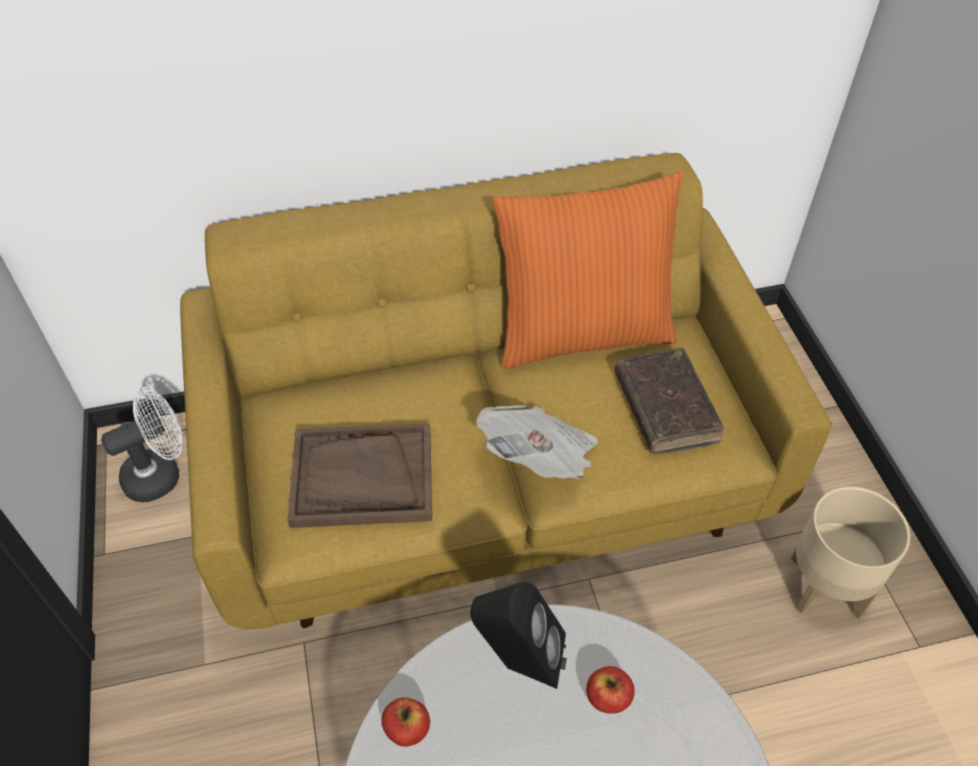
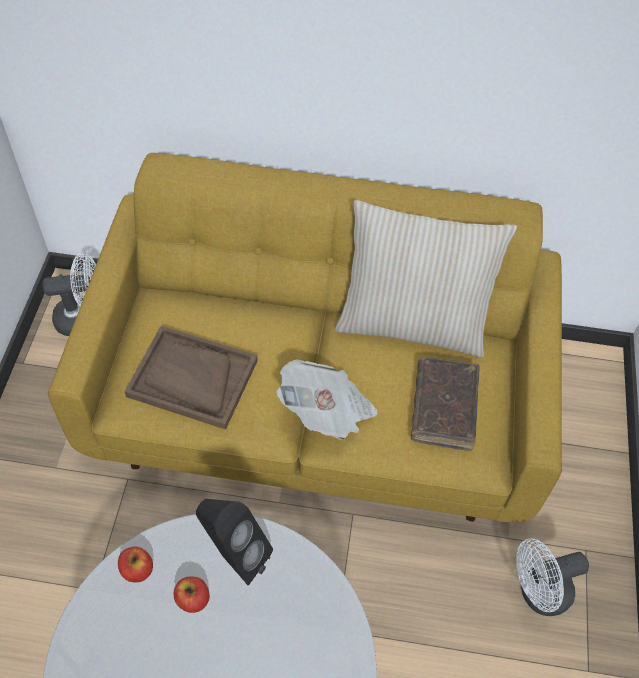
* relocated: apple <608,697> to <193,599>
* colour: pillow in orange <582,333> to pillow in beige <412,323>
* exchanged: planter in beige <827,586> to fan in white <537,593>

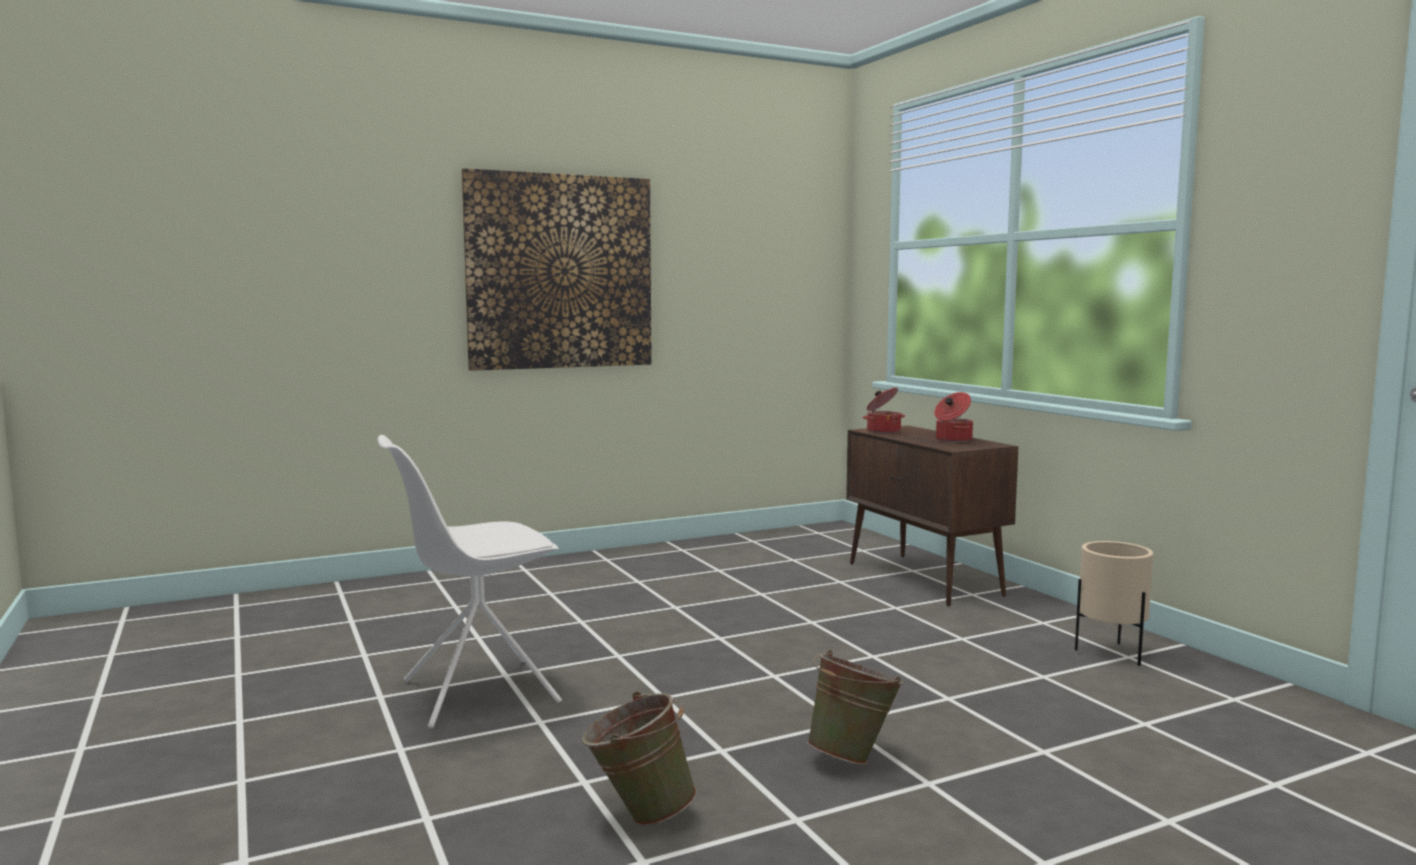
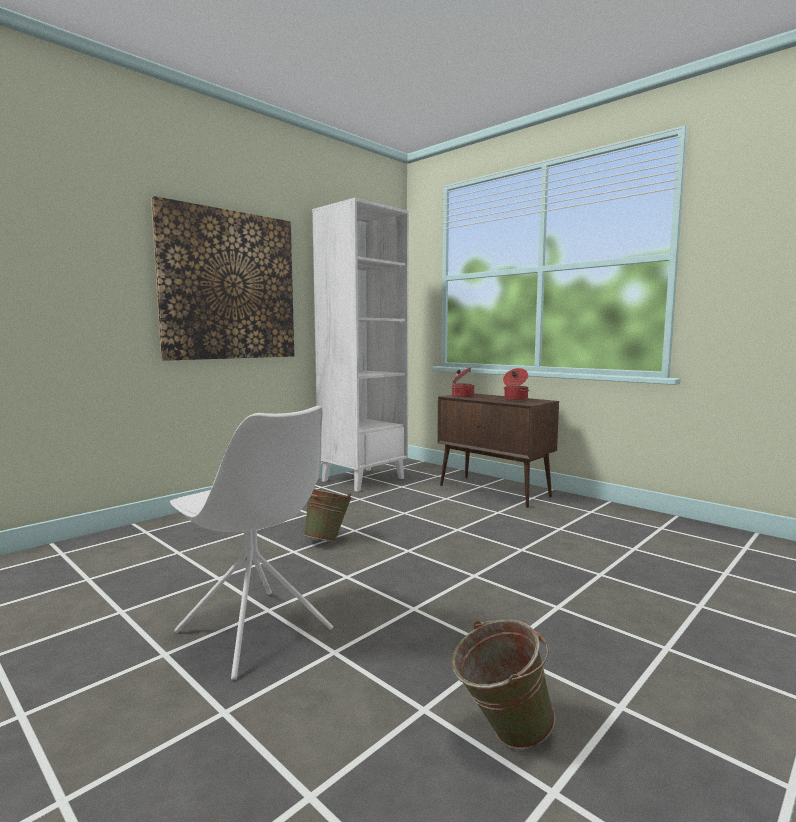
* spun: chair in white <477,692> = <255,632> 90 degrees counterclockwise
* relocated: bucket in green <853,757> to <328,540>
* appeared: bookcase in white <363,479>
* missing: planter in beige <1111,654>

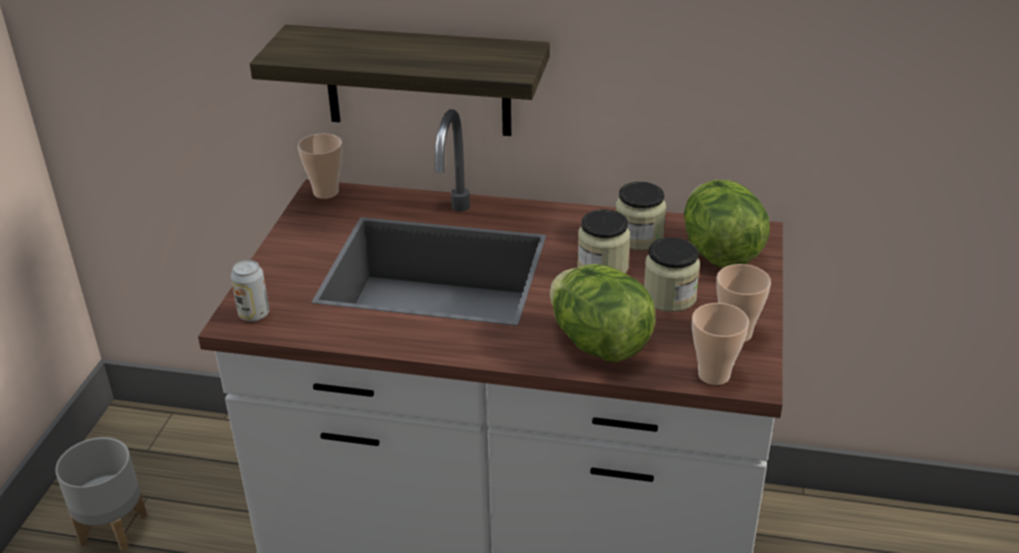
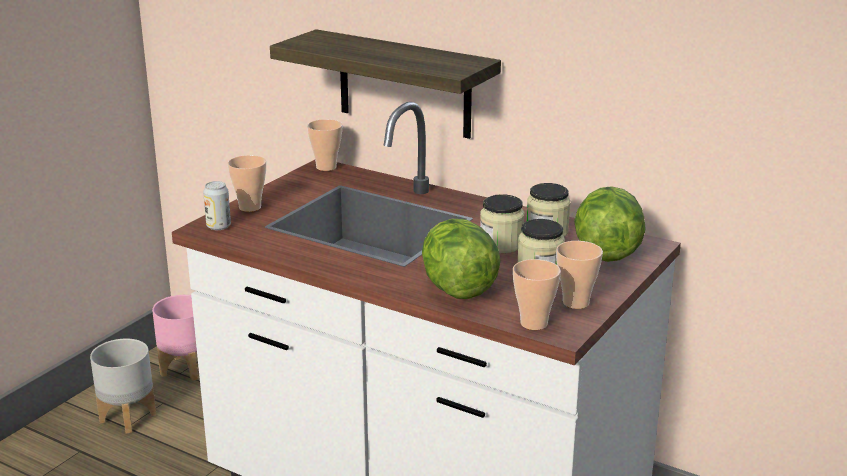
* appeared: planter in pink <186,368>
* appeared: cup <250,207>

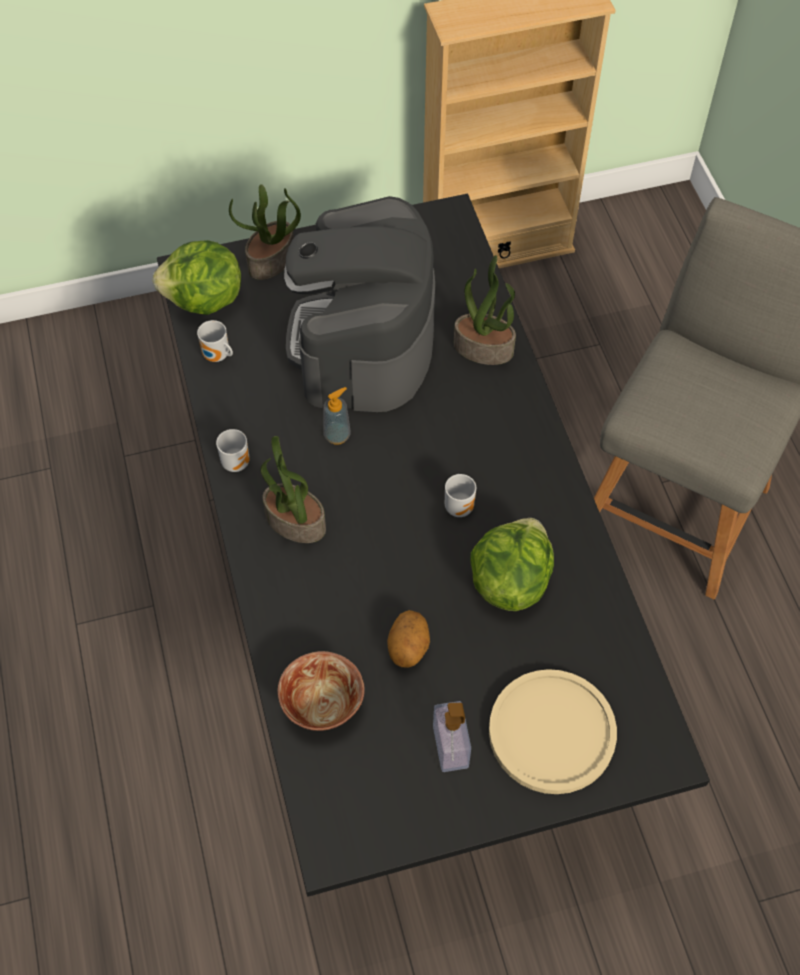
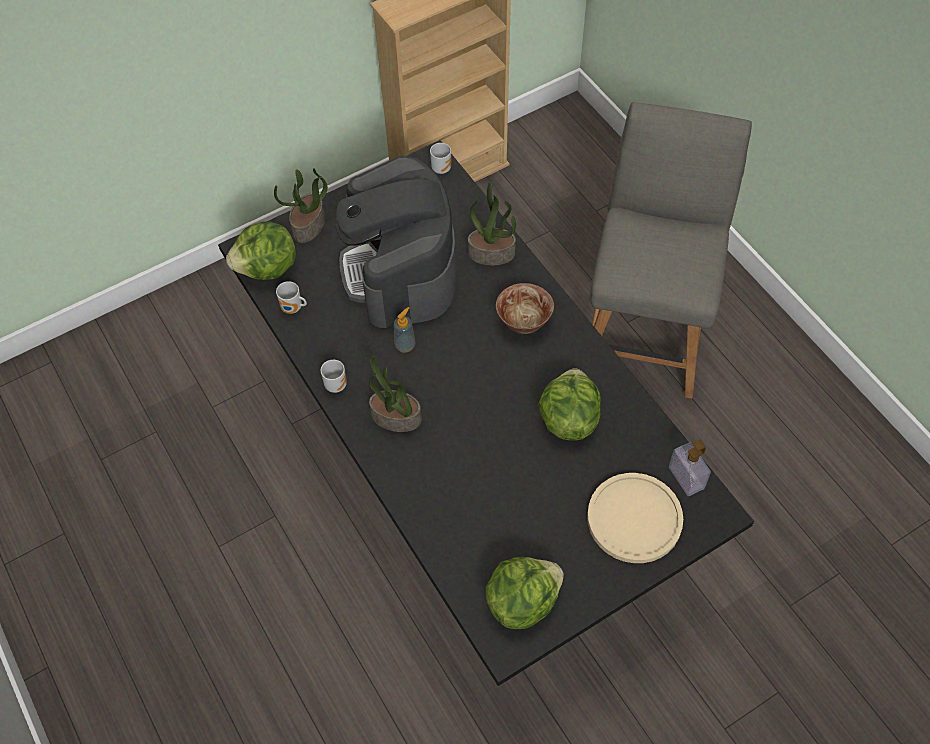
* relocated: mug <460,506> to <441,168>
* appeared: lettuce <521,601>
* relocated: bowl <322,706> to <523,322>
* relocated: soap dispenser <450,746> to <686,478>
* missing: potato <409,648>

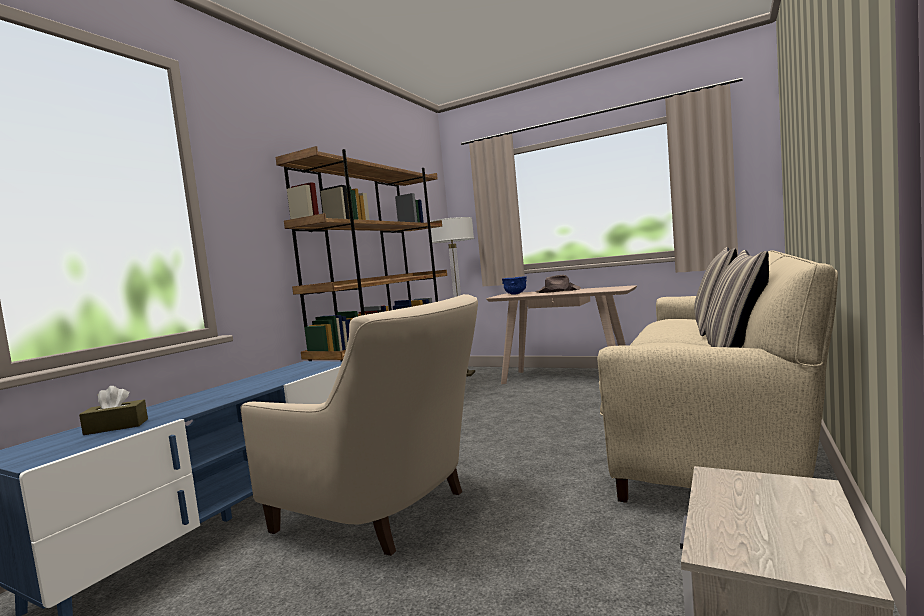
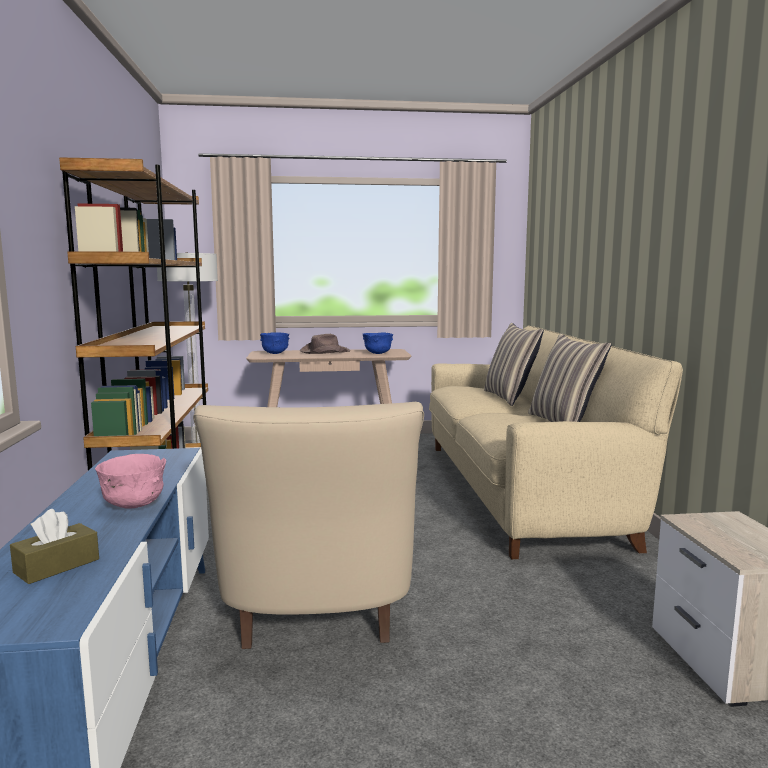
* appeared: bowl in pink <134,506>
* spun: armchair in beige <388,511> = <317,613> 90 degrees clockwise
* appeared: bowl in blue <377,353>

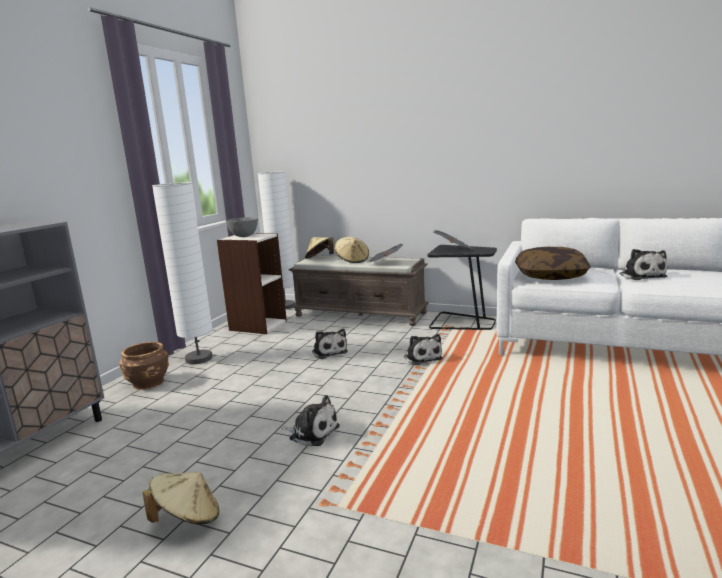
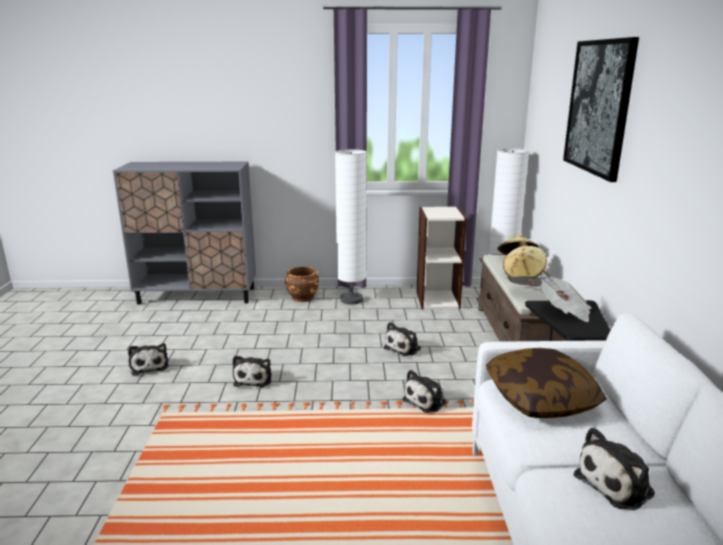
* exchanged: hat in beige <188,518> to plush toy <149,366>
* appeared: picture <598,107>
* missing: bowl in grey <244,236>

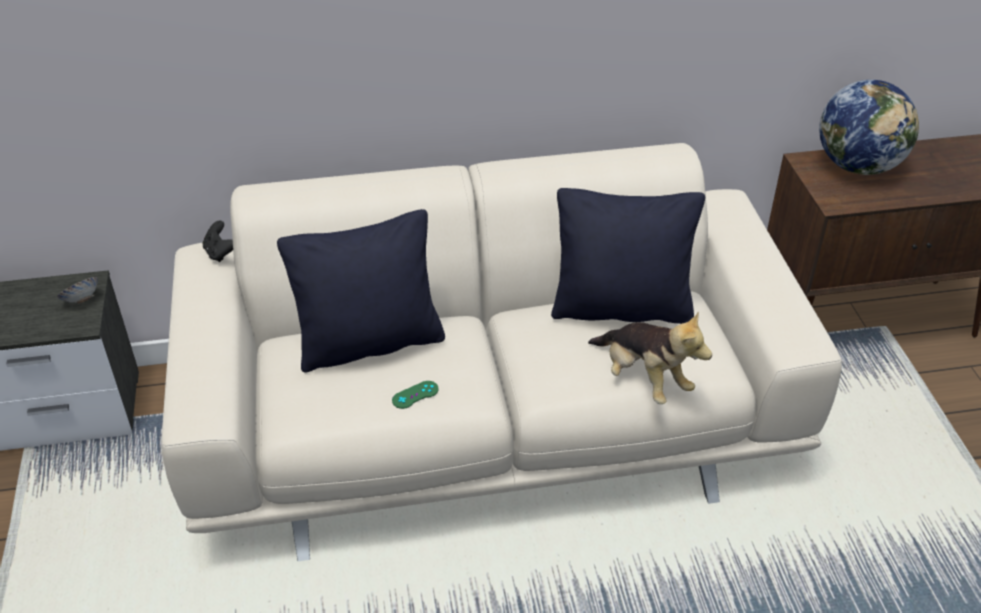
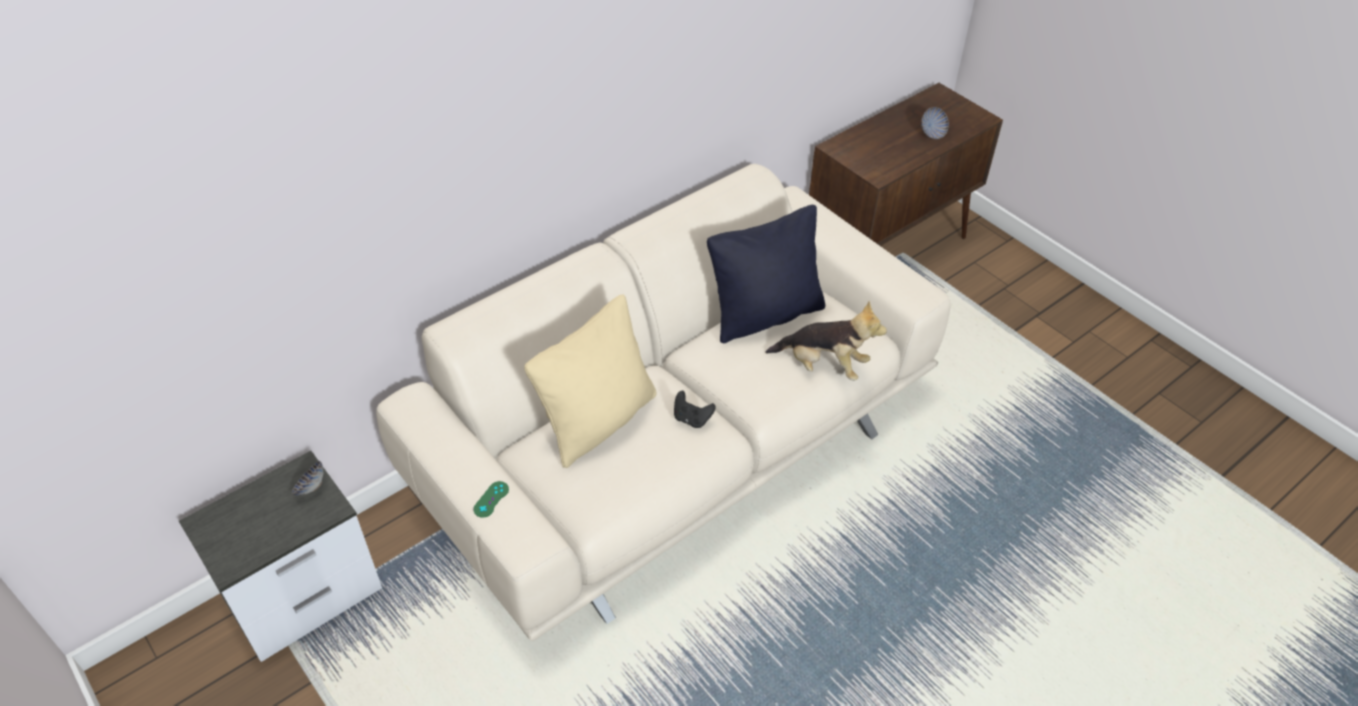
* relocated: game controller in green <415,395> to <491,499>
* colour: pillow in black <370,343> to pillow in beige <598,421>
* relocated: game controller in black <220,253> to <692,419>
* appeared: bowl <932,133>
* missing: globe <858,166>

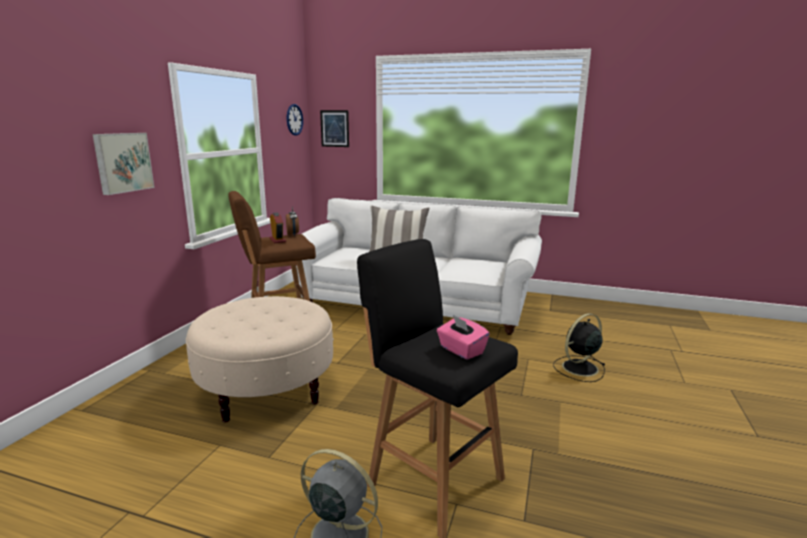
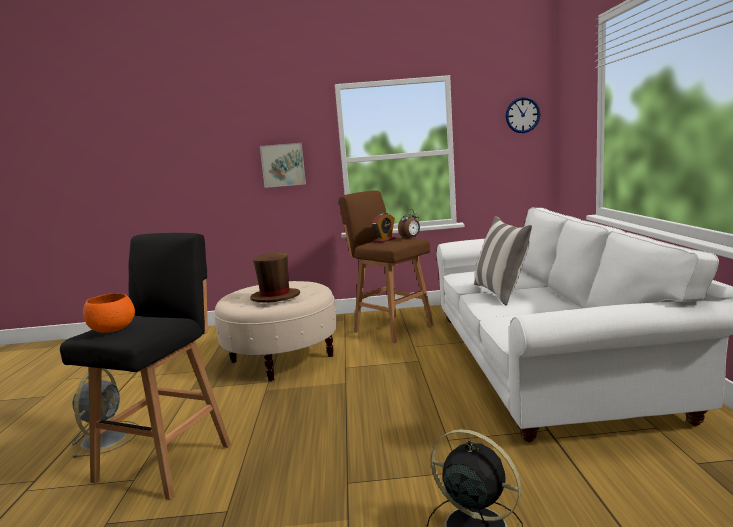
* exchanged: tissue box in pink <461,350> to bowl in orange <112,330>
* appeared: hat in brown <275,297>
* missing: picture <334,128>

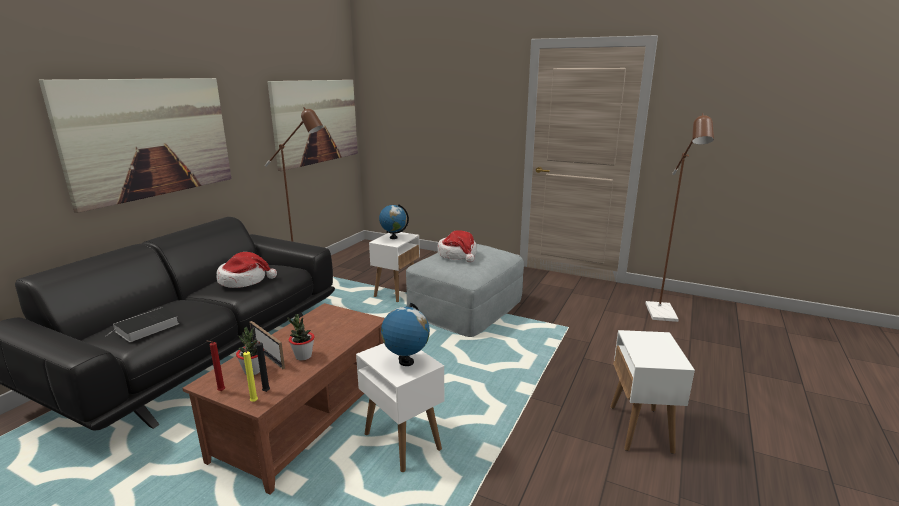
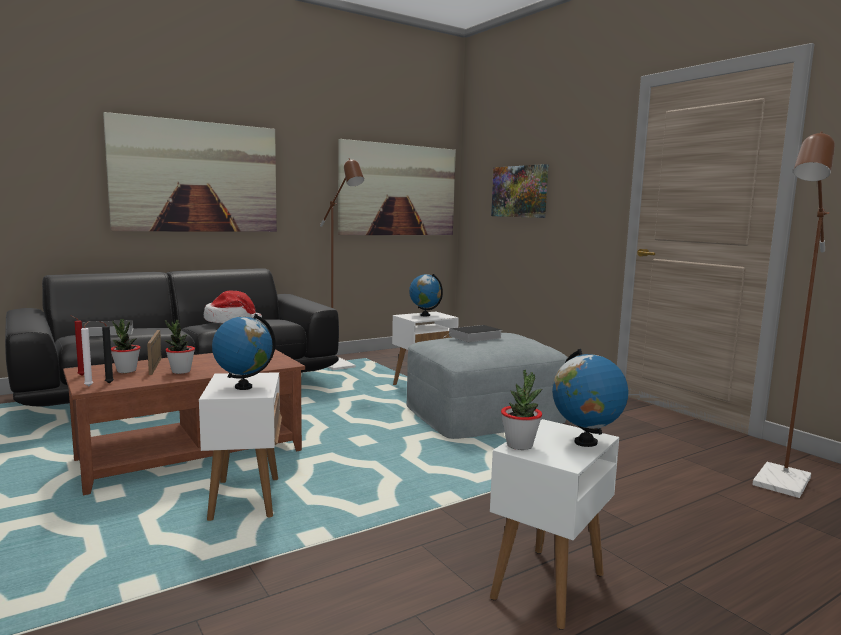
* colour: candle in yellow <254,401> to candle in white <90,386>
* exchanged: hat <458,255> to book <474,337>
* appeared: picture <519,191>
* appeared: potted plant <519,445>
* appeared: globe <585,442>

